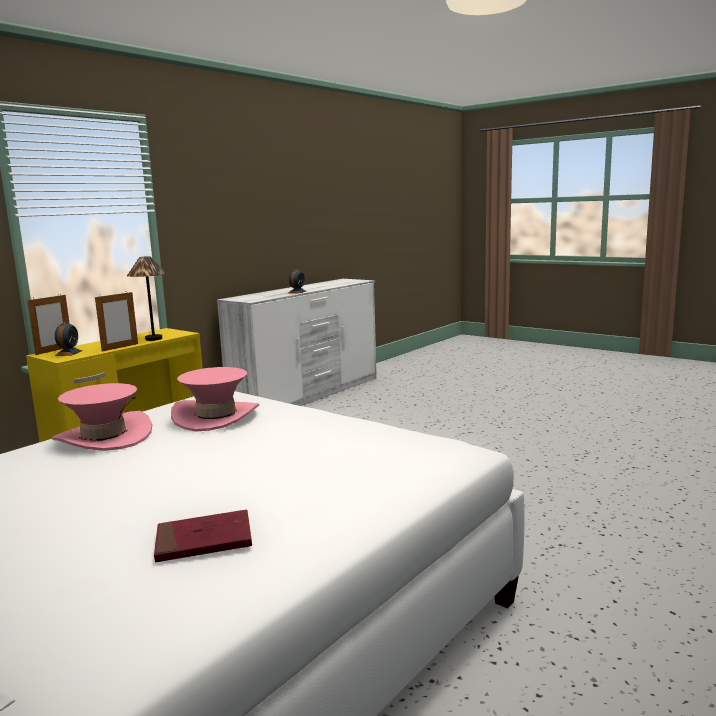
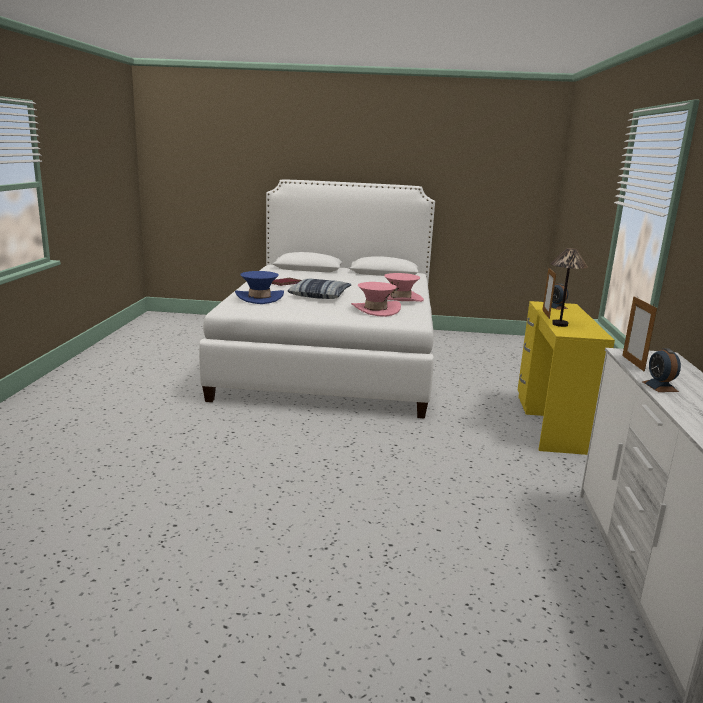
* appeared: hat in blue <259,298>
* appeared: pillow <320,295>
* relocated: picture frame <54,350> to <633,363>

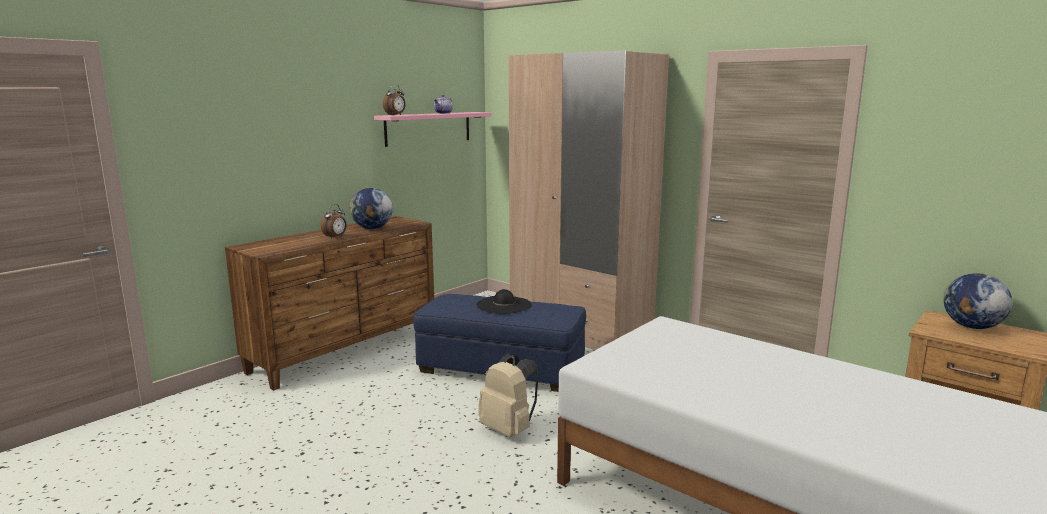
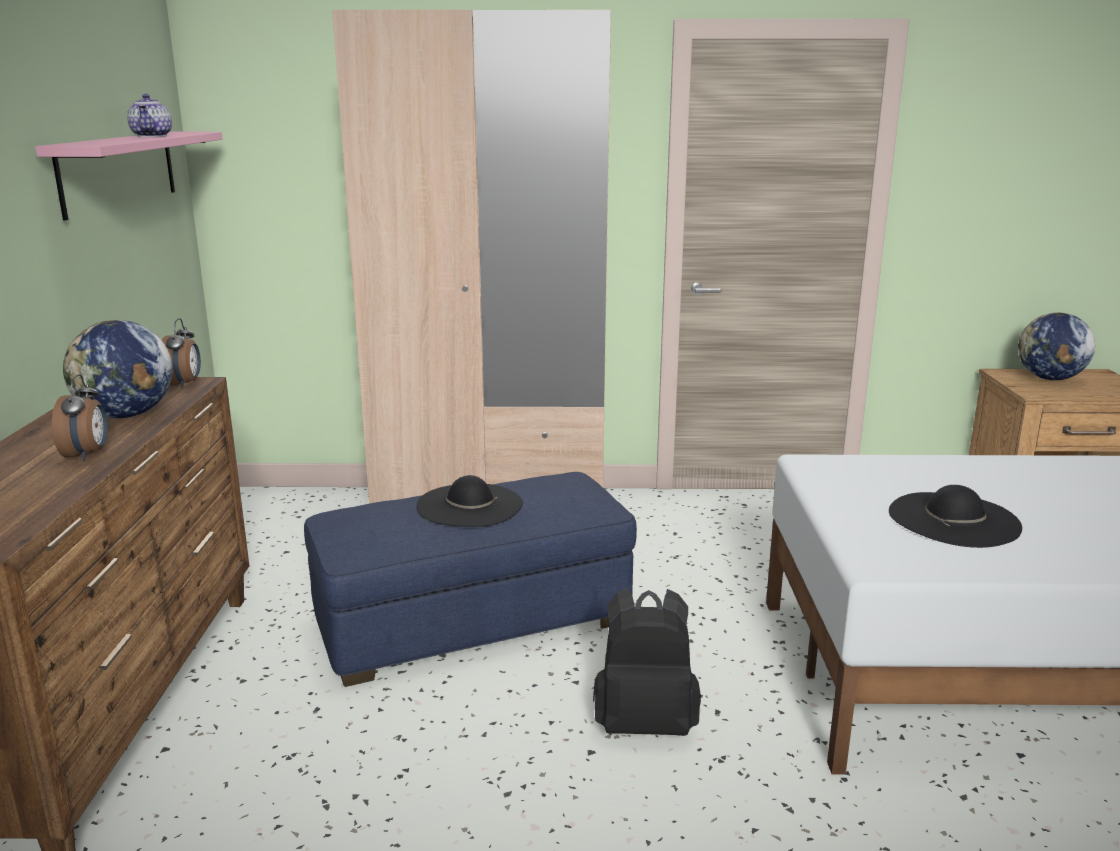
* relocated: alarm clock <395,115> to <184,384>
* colour: backpack in beige <509,429> to backpack in black <645,723>
* appeared: hat in black <953,519>

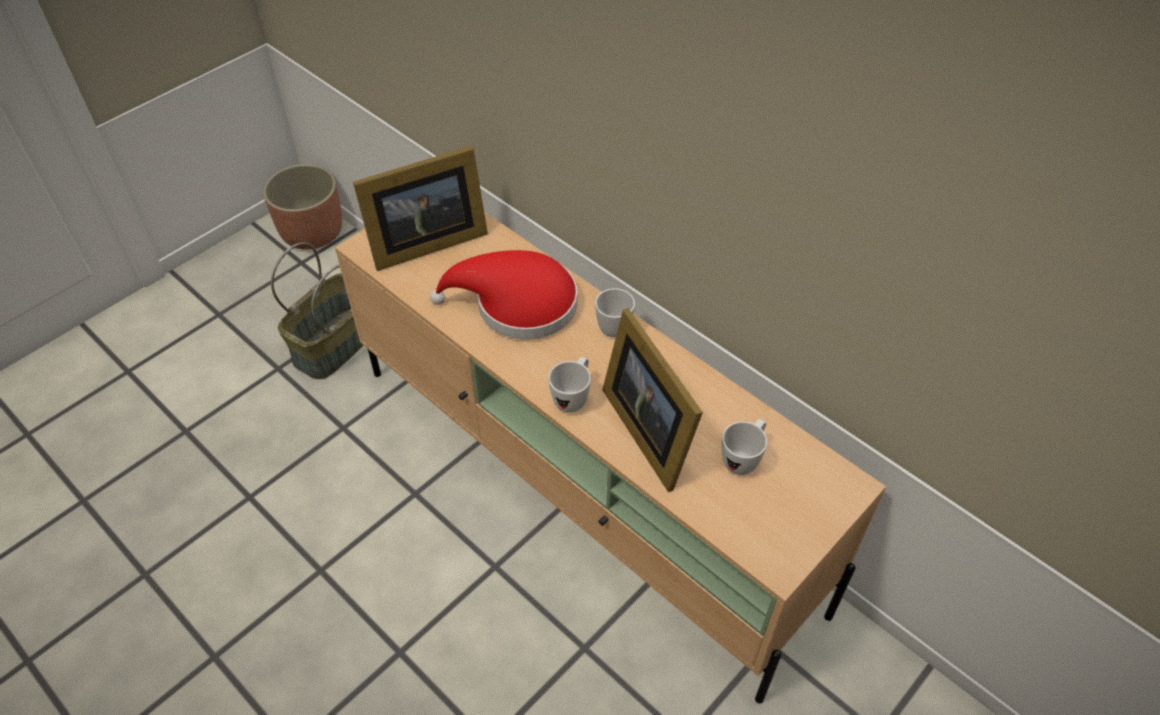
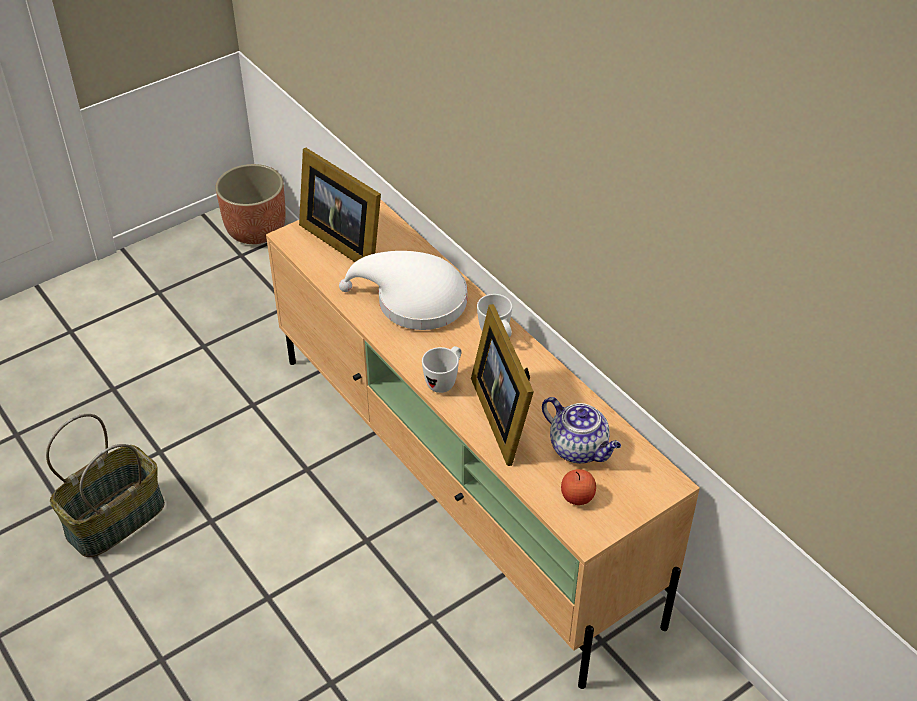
* relocated: basket <335,343> to <115,518>
* spun: picture frame <423,243> = <343,239> 60 degrees clockwise
* colour: hat in red <517,305> to hat in white <414,301>
* exchanged: mug in white <743,458> to teapot <579,449>
* appeared: apple <577,497>

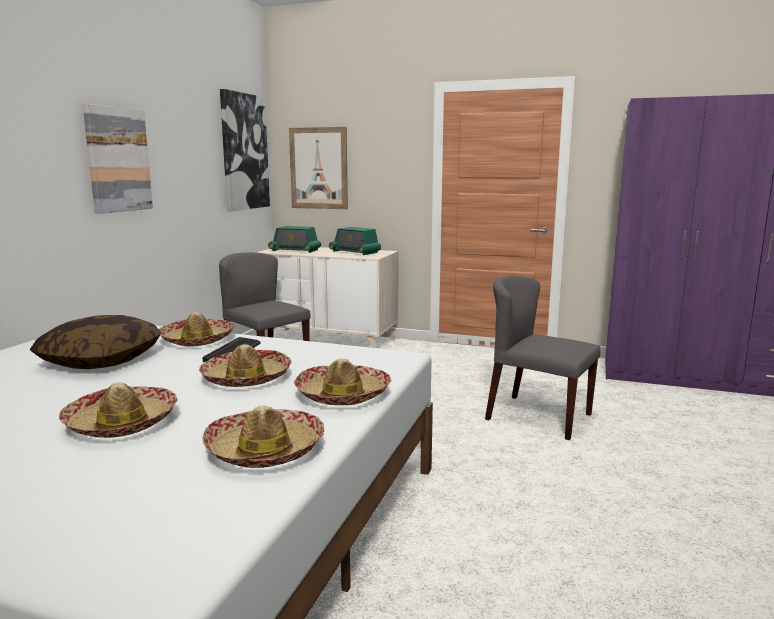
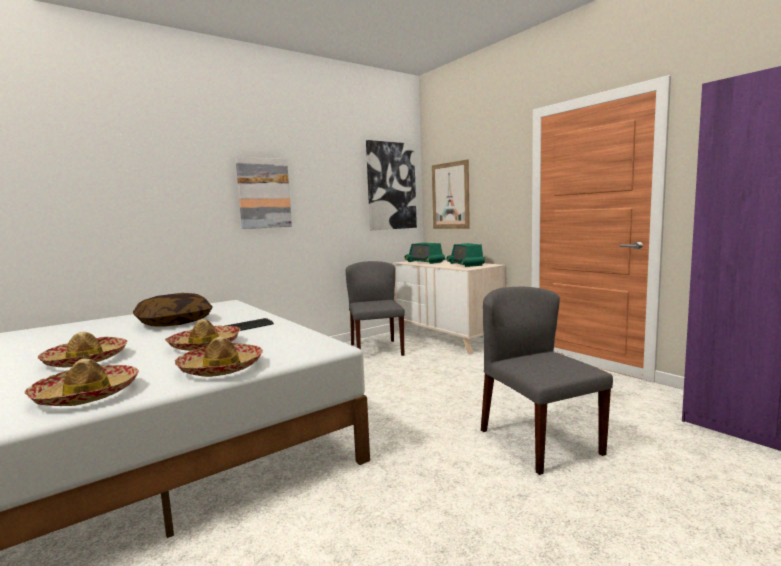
* missing: hat <197,340>

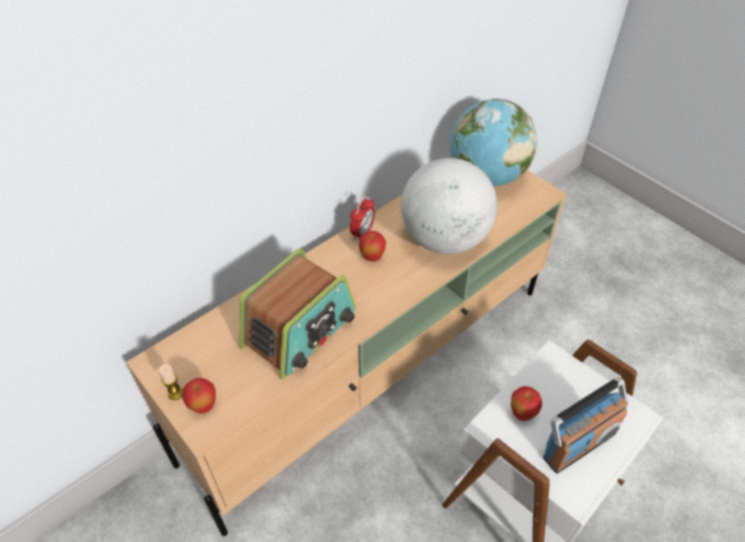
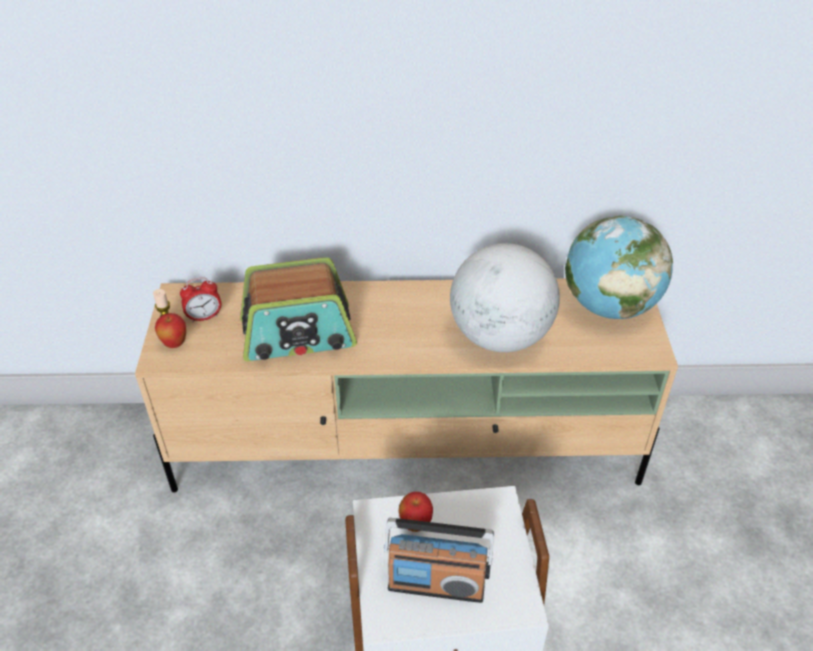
* relocated: alarm clock <362,233> to <204,317>
* missing: apple <372,257>

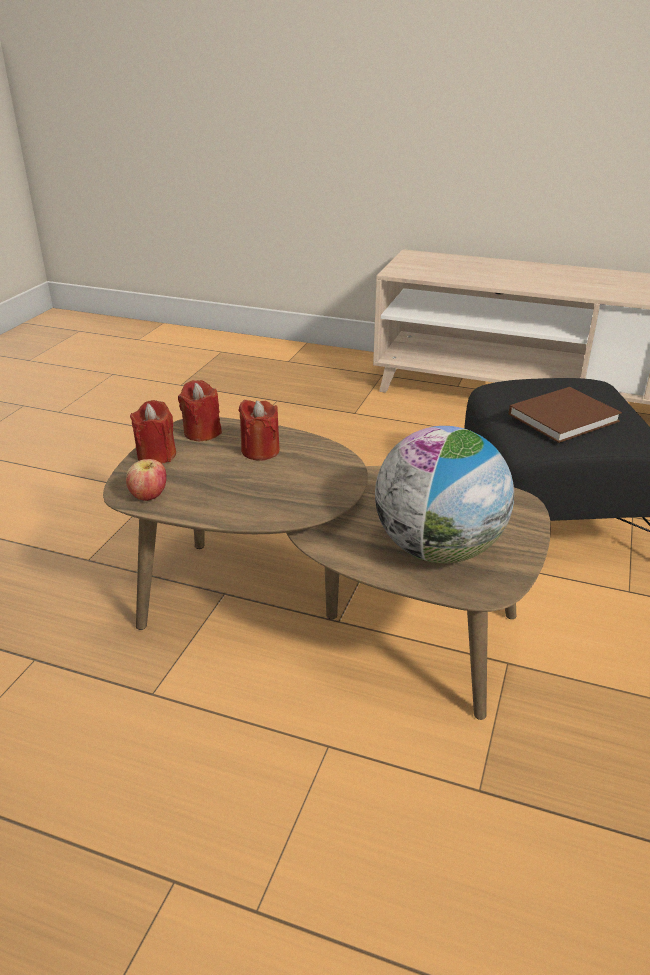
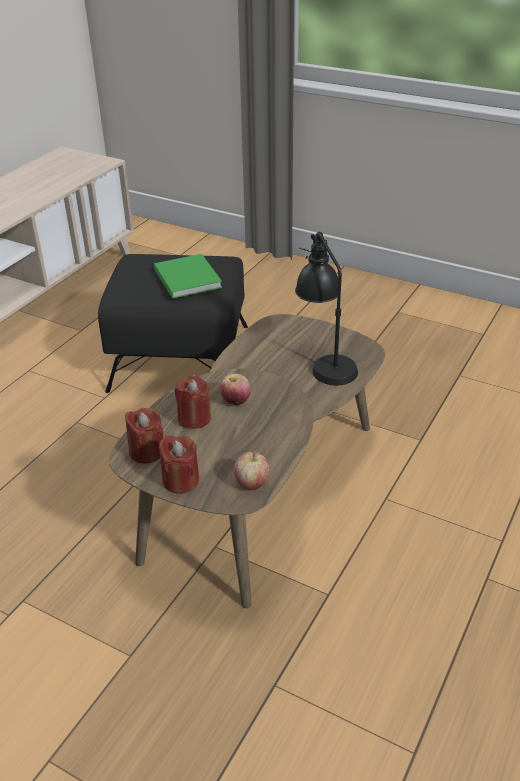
* colour: book in brown <565,417> to book in green <187,277>
* appeared: apple <235,401>
* exchanged: globe <438,549> to table lamp in black <324,361>

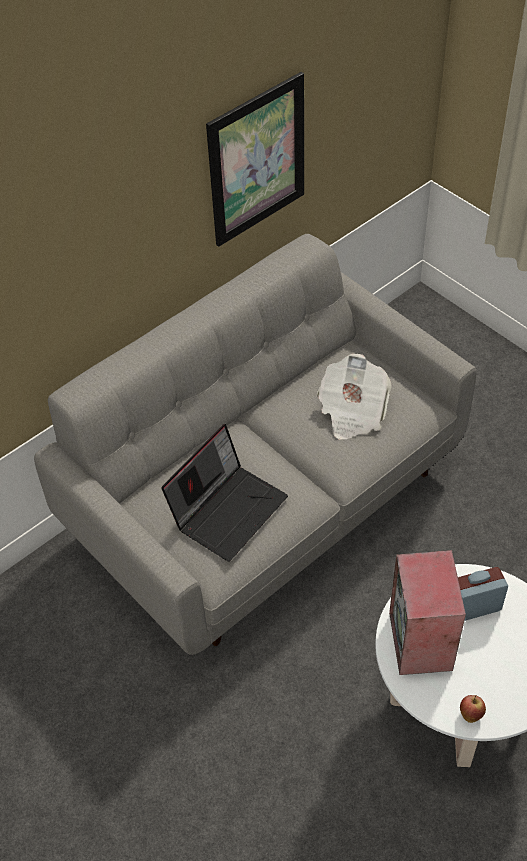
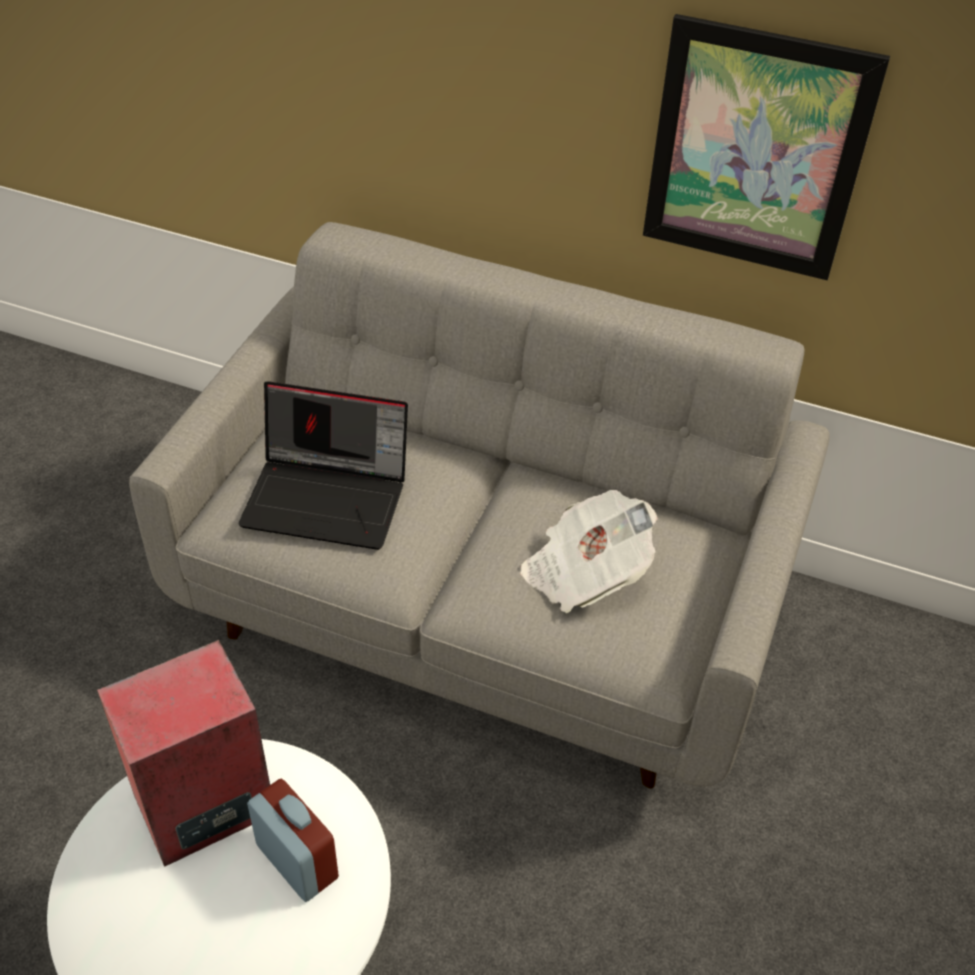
* missing: apple <470,714>

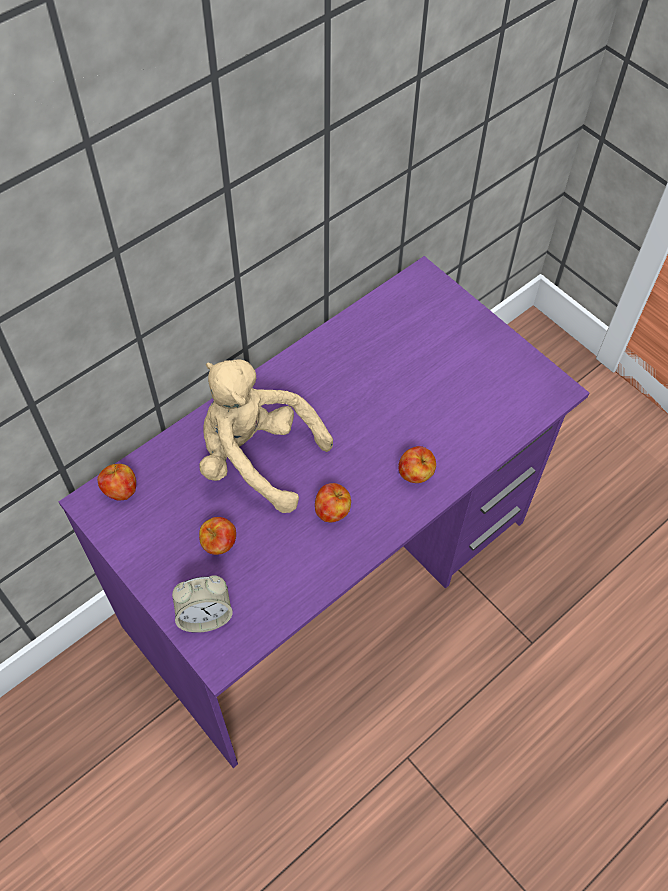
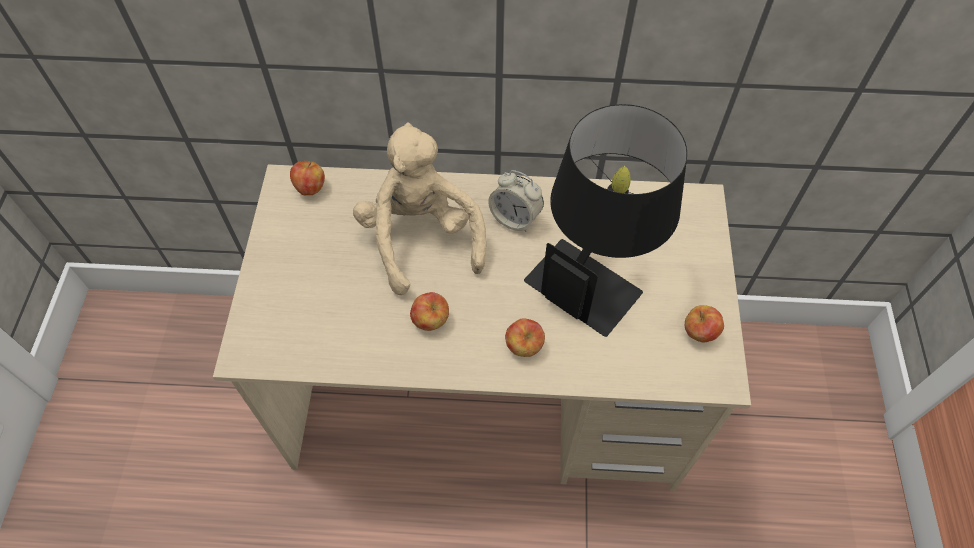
* colour: desk in purple <329,574> to desk in beige <487,397>
* relocated: alarm clock <205,615> to <515,218>
* appeared: table lamp in black <595,270>
* relocated: apple <219,544> to <699,333>

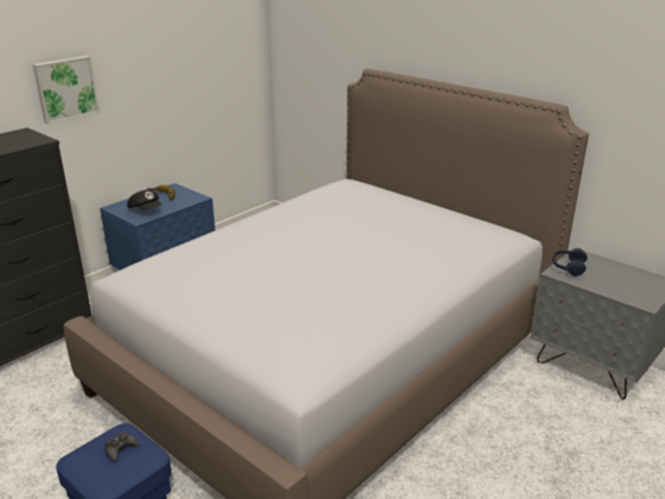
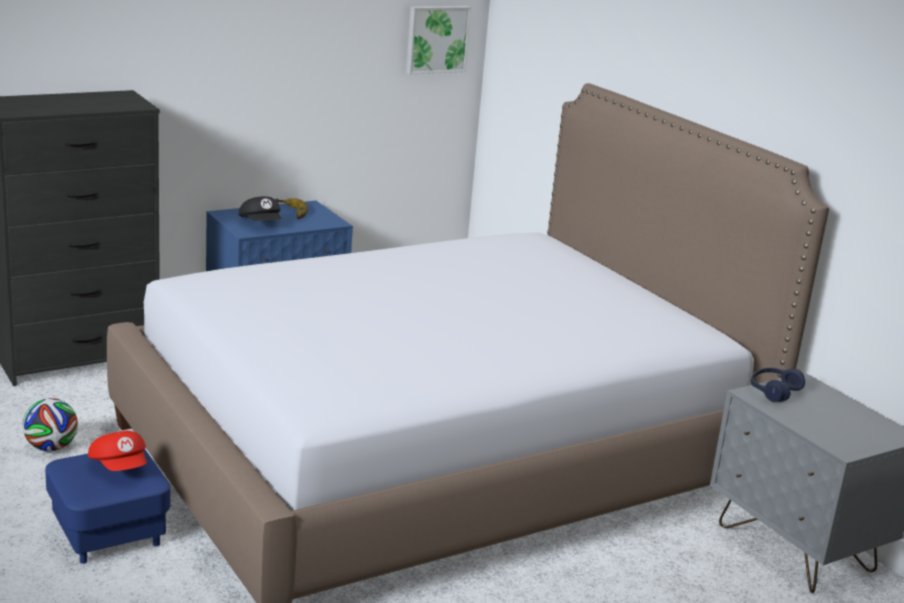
* appeared: football <51,447>
* exchanged: game controller in black <121,449> to cap in red <120,467>
* relocated: picture <65,89> to <436,39>

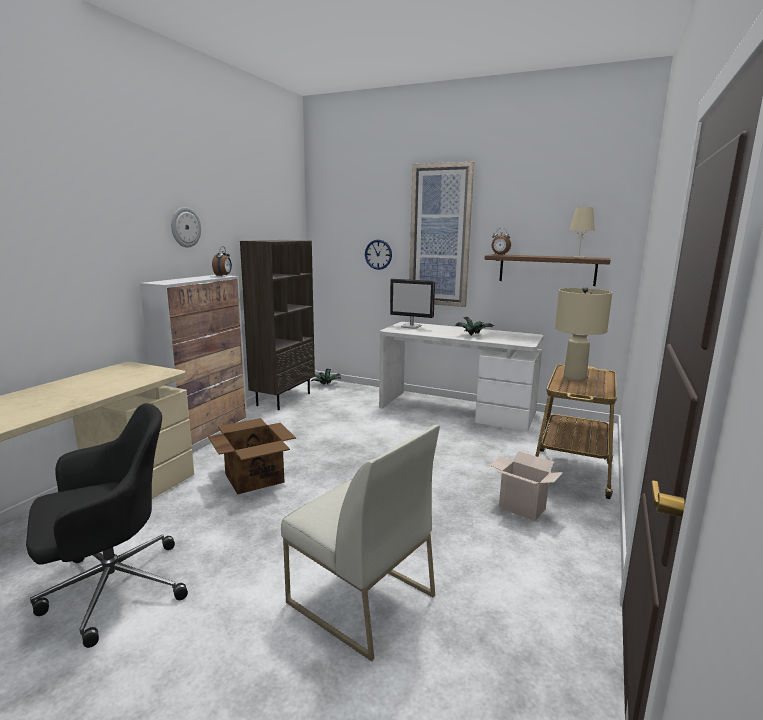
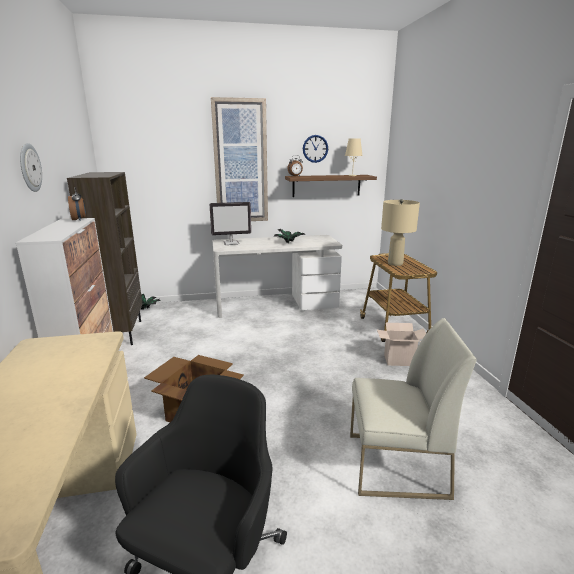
* relocated: wall clock <378,254> to <315,148>

